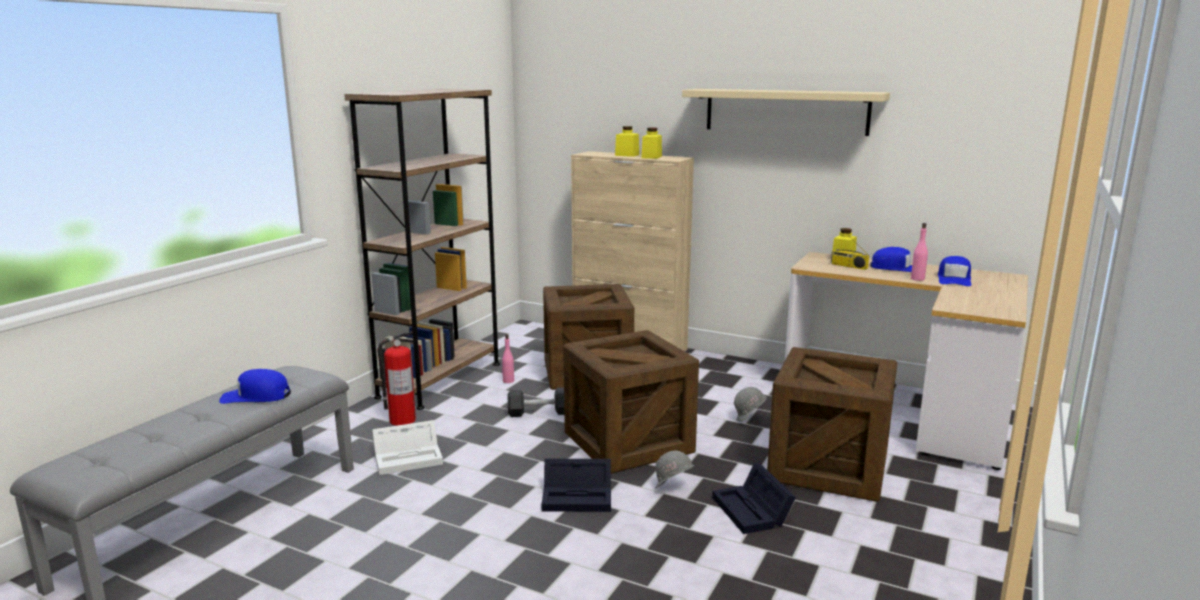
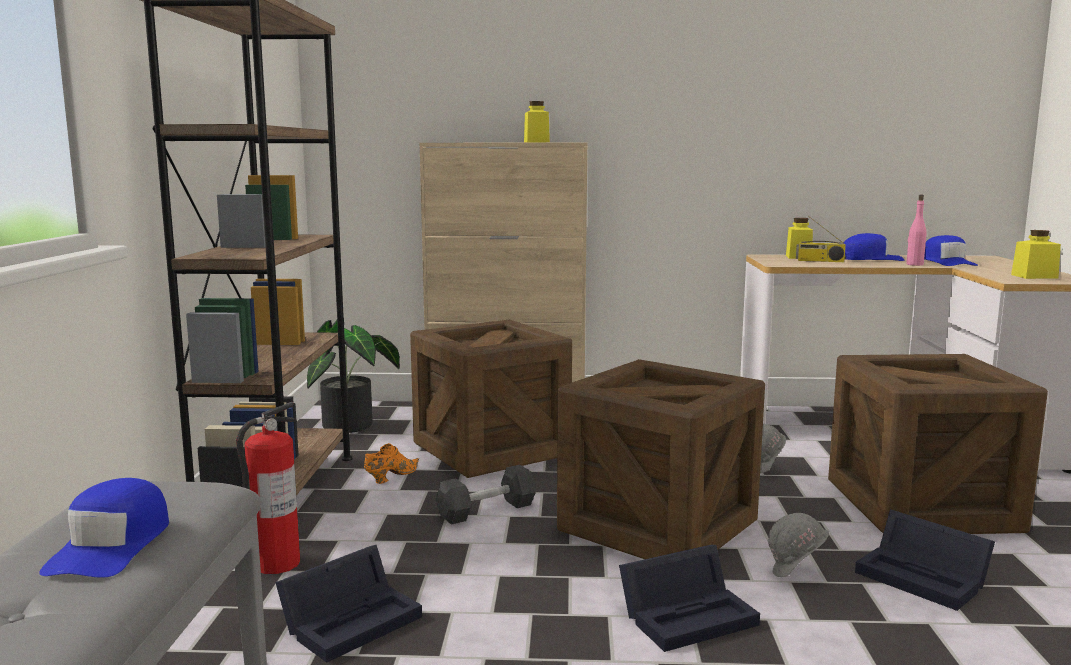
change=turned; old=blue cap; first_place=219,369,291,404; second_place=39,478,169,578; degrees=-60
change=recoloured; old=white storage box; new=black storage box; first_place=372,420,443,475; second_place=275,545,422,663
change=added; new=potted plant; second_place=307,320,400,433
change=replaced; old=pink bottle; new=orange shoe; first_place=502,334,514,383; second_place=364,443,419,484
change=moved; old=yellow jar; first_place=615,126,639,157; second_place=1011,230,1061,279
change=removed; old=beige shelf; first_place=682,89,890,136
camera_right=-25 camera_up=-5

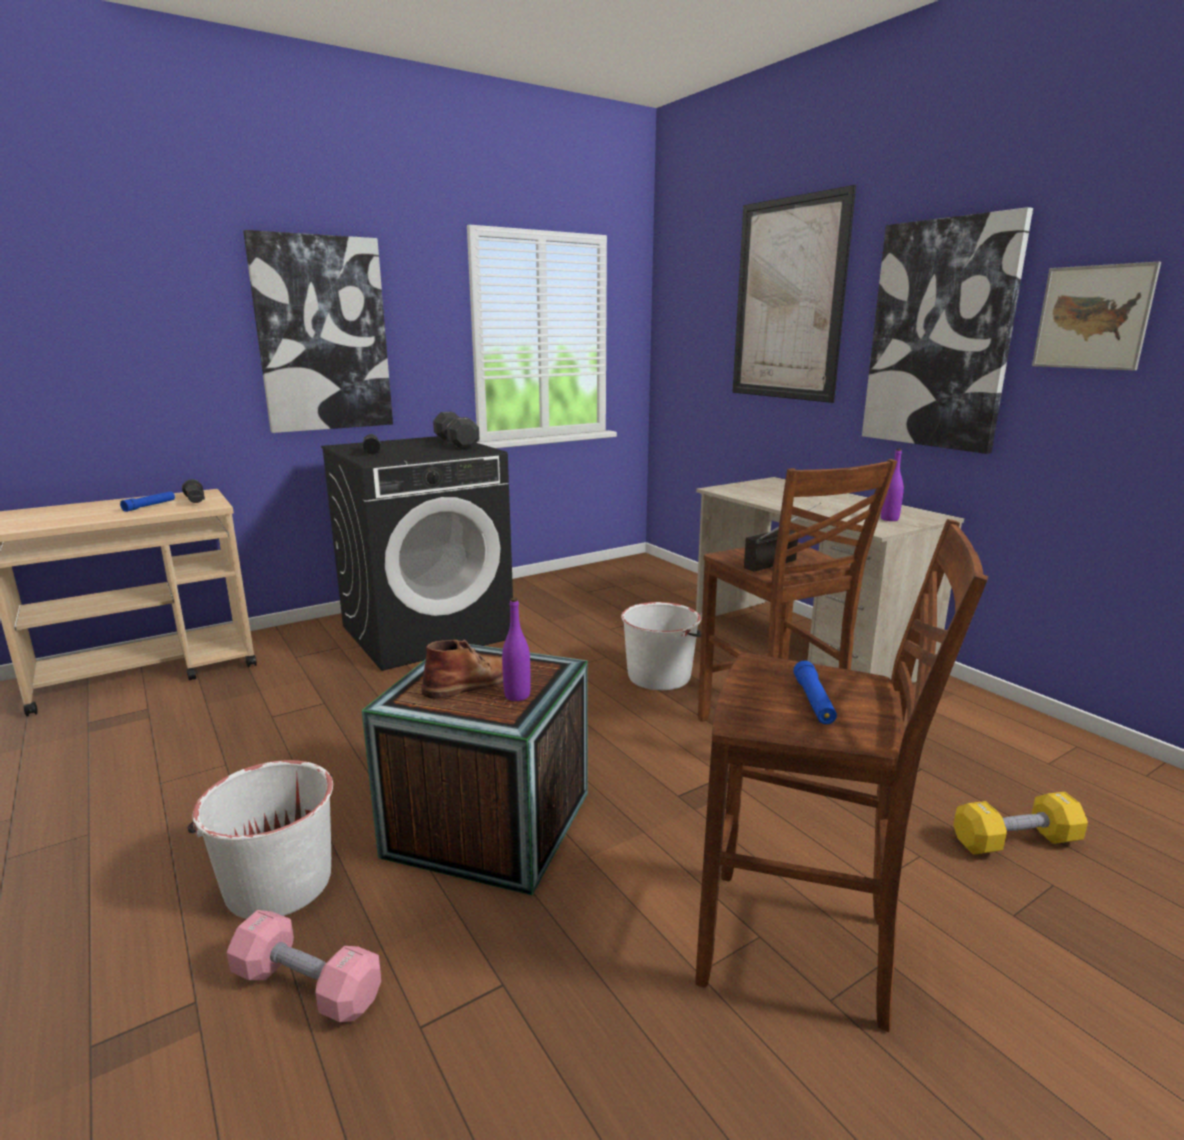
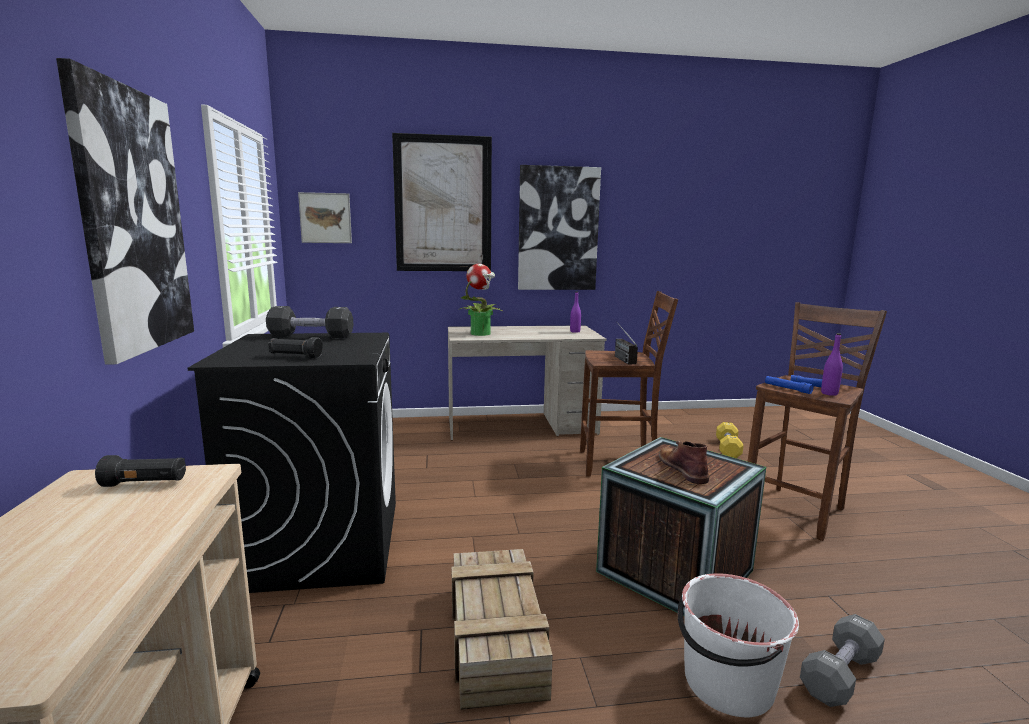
change=moved; old=picture; first_place=1032,262,1161,371; second_place=298,192,352,243
change=added; new=crate; second_place=452,549,553,710
change=added; new=potted plant; second_place=460,264,503,336
change=moved; old=blue flashlight; first_place=120,491,175,512; second_place=765,376,813,394
change=recoloured; old=pink dumbbell; new=grey dumbbell; first_place=227,910,381,1022; second_place=800,614,885,707
change=moved; old=purple bottle; first_place=502,598,531,701; second_place=821,333,843,396
change=removed; old=white bucket; first_place=621,602,701,690
camera_right=-65 camera_up=-5

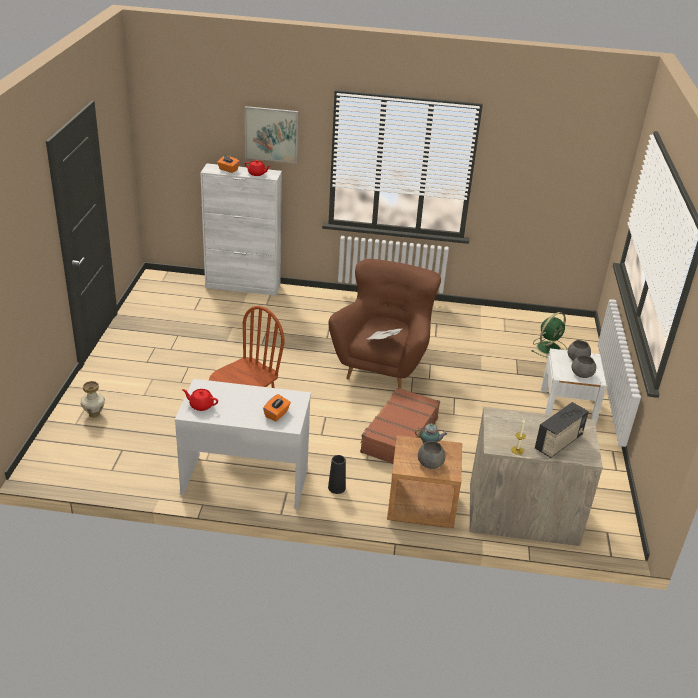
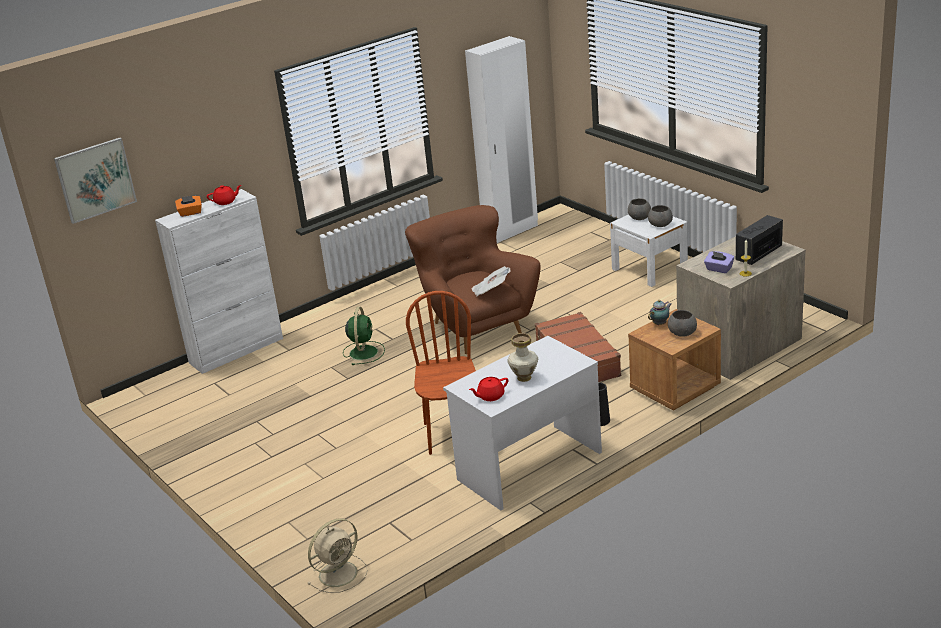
change=moved; old=picture; first_place=245,106,299,163; second_place=54,138,137,224
change=added; new=beige fan; second_place=307,518,368,593
change=moved; old=green fan; first_place=532,312,567,358; second_place=343,307,385,365
change=added; new=white wardrobe; second_place=465,36,538,243
change=moved; old=vase; first_place=81,381,105,418; second_place=507,333,538,382
change=added; new=purple tissue box; second_place=704,251,734,273
change=turned; old=radio; first_place=535,402,589,458; second_place=736,215,783,265; degrees=-135
change=removed; old=orange tissue box; first_place=263,394,291,421
camera_right=-40 camera_up=-5

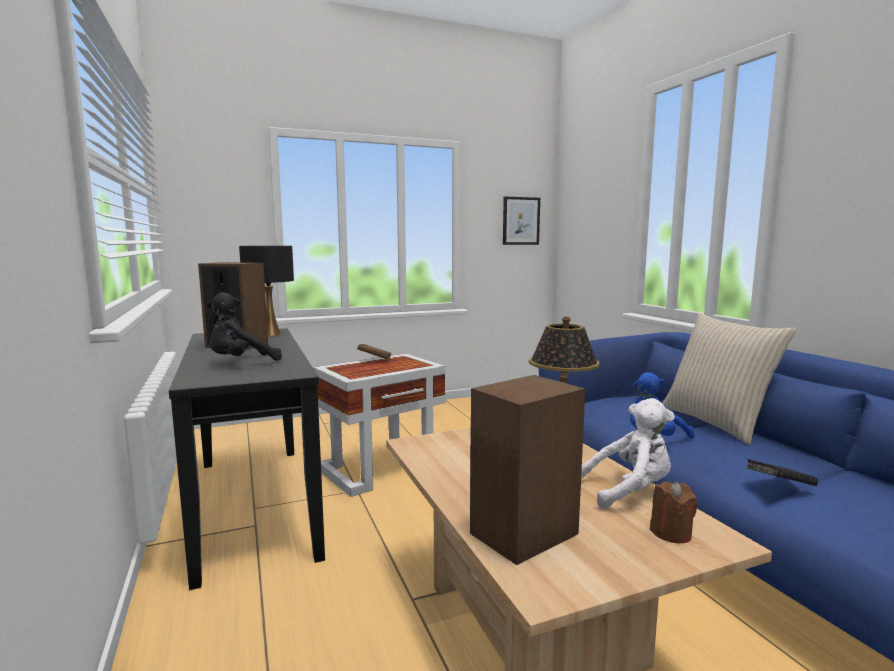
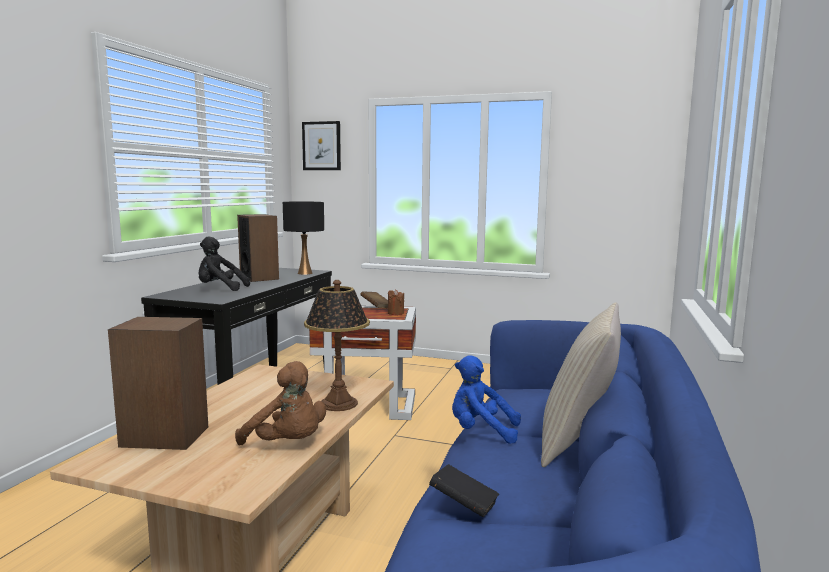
change=recoloured; old=white plush toy; new=brown plush toy; first_place=581,398,675,509; second_place=235,361,326,446
change=moved; old=picture; first_place=503,197,540,245; second_place=302,121,341,170
change=moved; old=brown candle; first_place=650,481,698,543; second_place=388,289,404,315
camera_right=40 camera_up=0

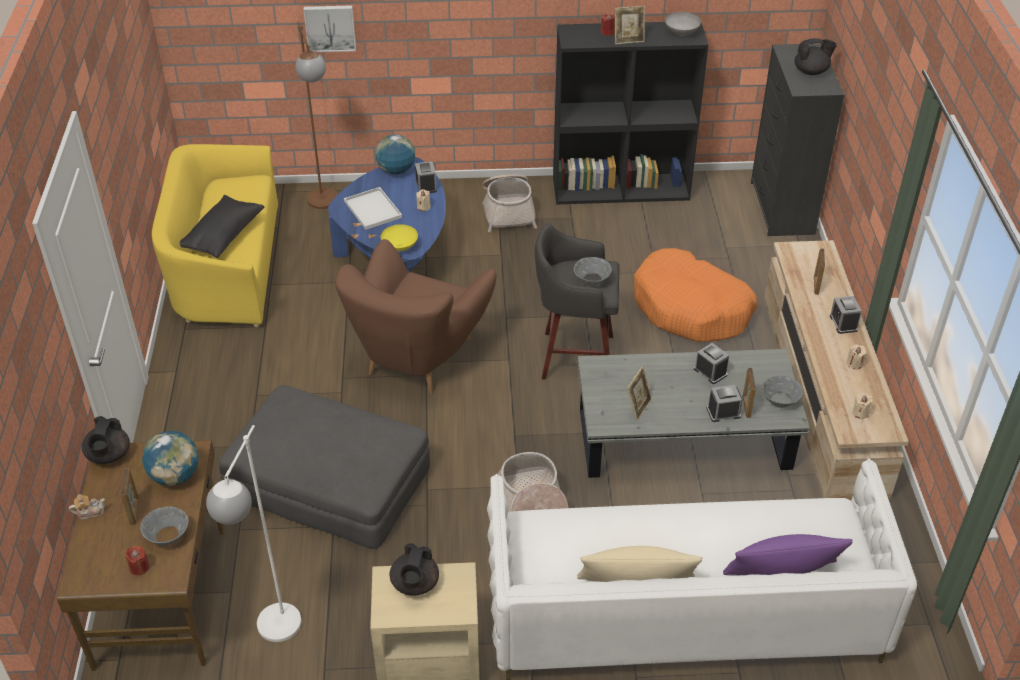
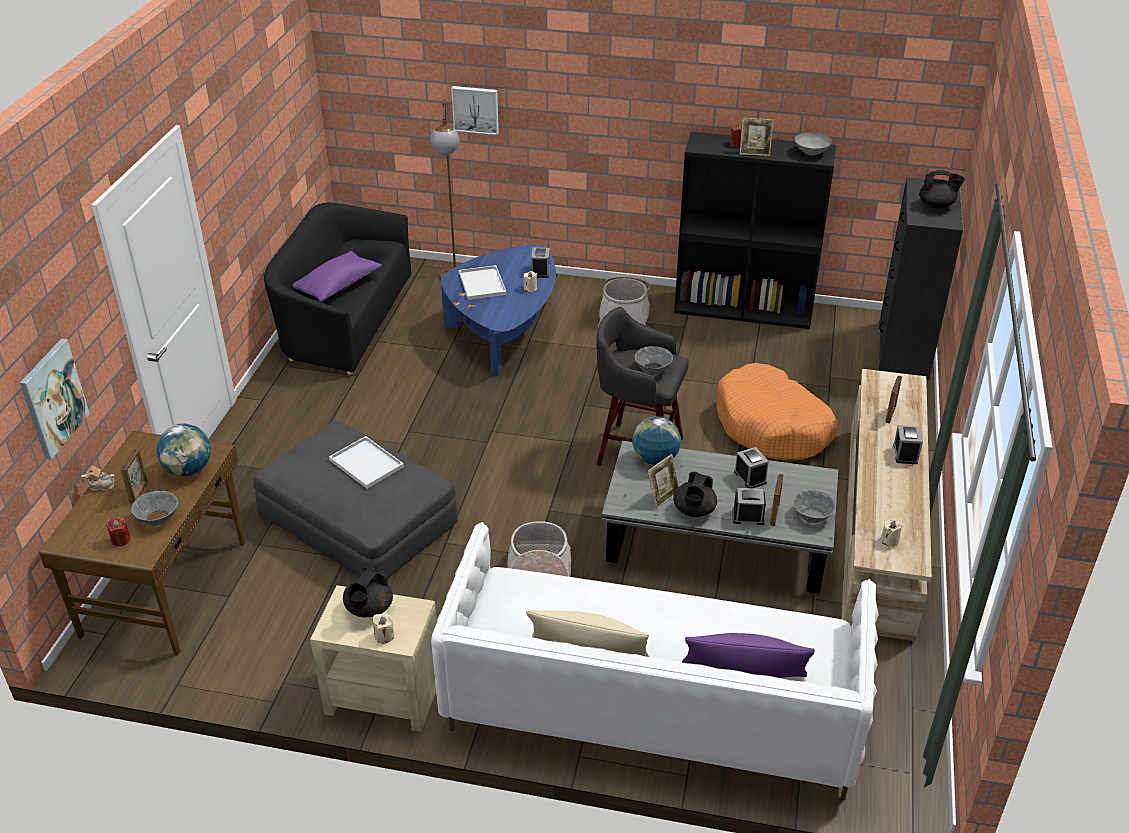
change=added; new=picture; second_place=20,339,90,460
change=recoloured; old=yellow sofa; new=black sofa; first_place=152,144,278,327; second_place=264,203,411,375
change=recoloured; old=black pillow; new=purple pillow; first_place=180,195,264,258; second_place=293,251,382,302
change=added; new=white tray; second_place=329,436,404,489
change=moved; old=beige candle; first_place=846,344,867,369; second_place=373,613,394,643
change=moved; old=globe; first_place=375,134,415,174; second_place=632,416,681,465
change=moved; old=black teapot; first_place=82,416,130,464; second_place=673,472,717,517
change=removed; old=white floor lamp; first_place=206,425,301,642
change=removed; old=brown armchair; first_place=335,239,496,394
change=removed; old=yellow bowl; first_place=381,224,418,251
camera_right=15 camera_up=-5

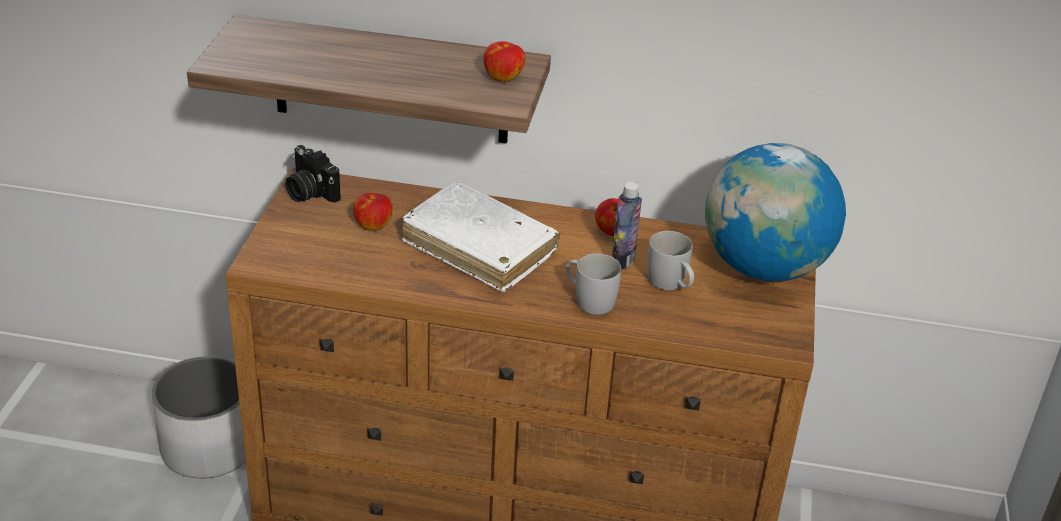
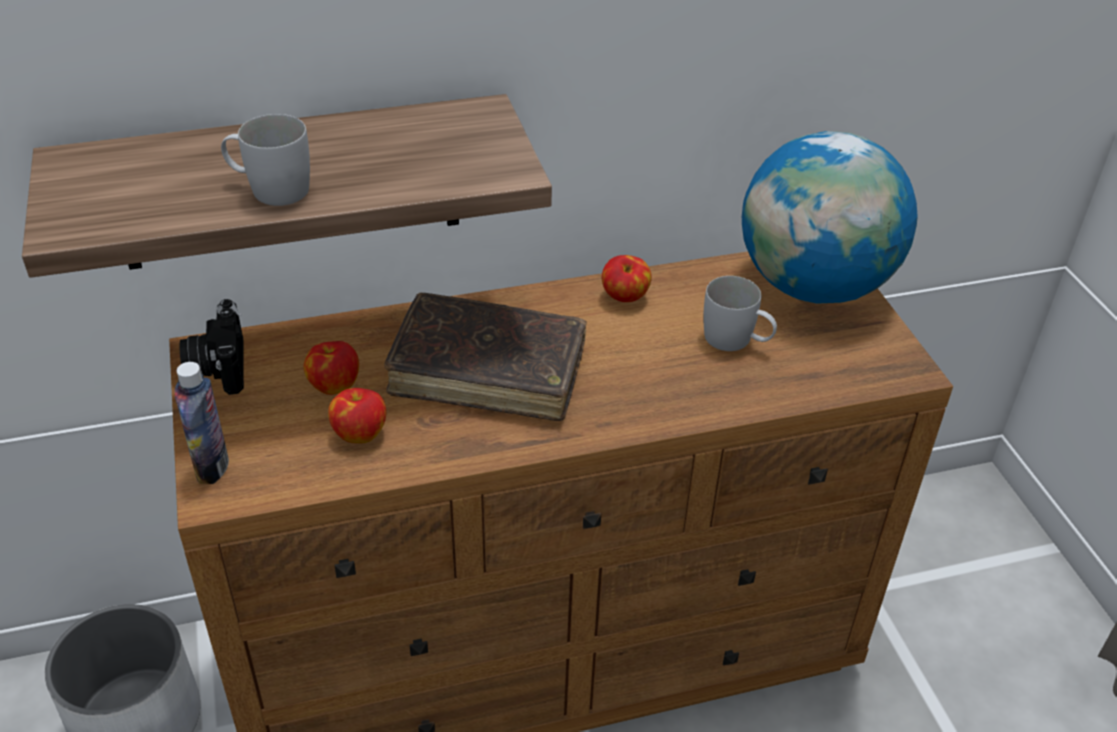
change=moved; old=bottle; first_place=612,182,642,270; second_place=175,362,229,484
change=turned; old=photo camera; first_place=285,145,341,203; second_place=180,299,244,395; degrees=60
change=moved; old=white mug; first_place=566,253,621,315; second_place=221,114,310,206
change=moved; old=apple; first_place=484,41,525,82; second_place=328,388,386,443
change=recoloured; old=white book; new=brown book; first_place=401,182,560,292; second_place=384,293,587,421
camera_right=-25 camera_up=5

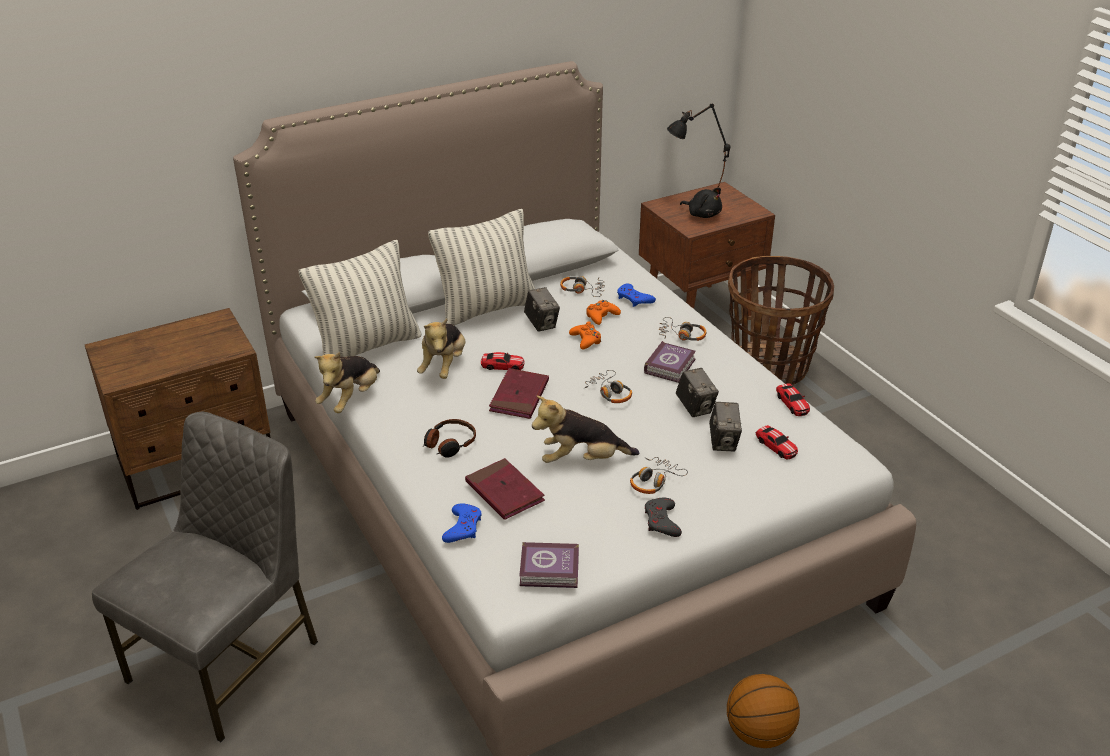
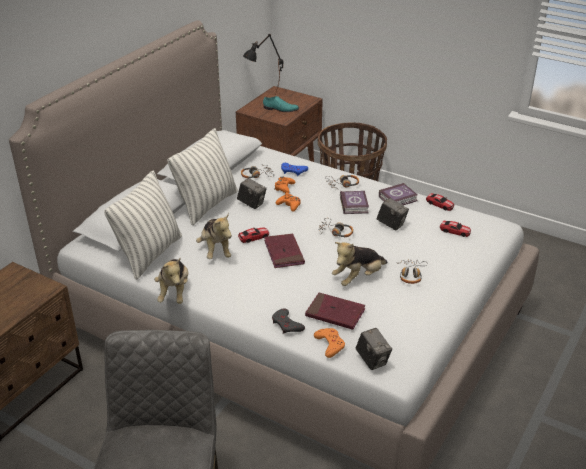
change=replaced; old=black plush toy; new=turquoise shoe; first_place=680,188,722,218; second_place=263,96,299,112
change=moved; old=grey game controller; first_place=645,498,682,537; second_place=272,308,305,334
change=recoloured; old=blue game controller; new=orange game controller; first_place=442,503,482,543; second_place=314,328,345,358
change=moved; old=photo camera; first_place=709,402,742,451; second_place=356,328,392,370
change=moved; old=book; first_place=519,542,579,588; second_place=379,183,418,205
change=removed; old=headphones; first_place=423,419,476,458
change=removed; old=basketball; first_place=727,674,800,748
camera_right=-30 camera_up=0

